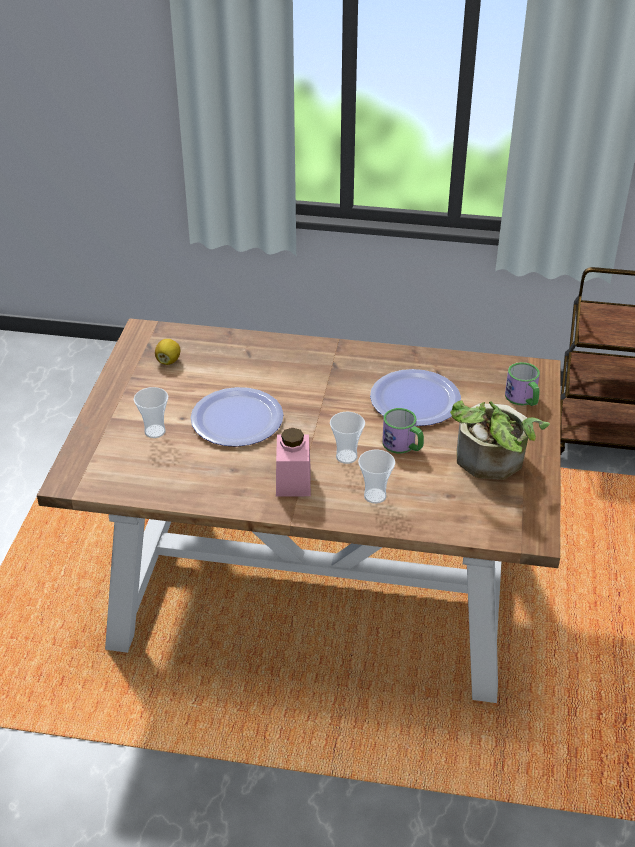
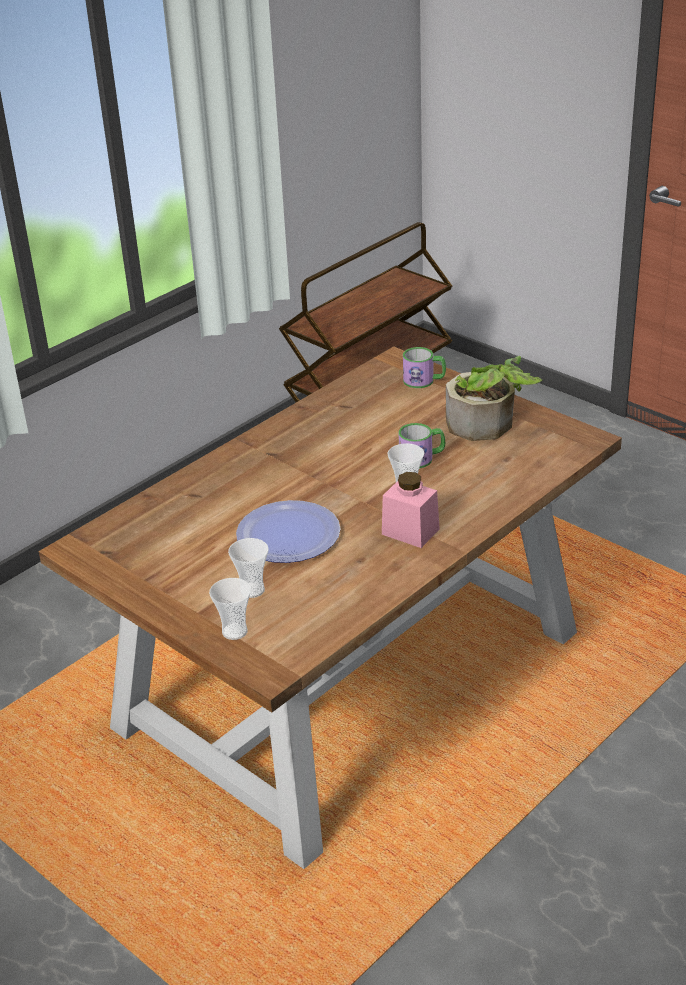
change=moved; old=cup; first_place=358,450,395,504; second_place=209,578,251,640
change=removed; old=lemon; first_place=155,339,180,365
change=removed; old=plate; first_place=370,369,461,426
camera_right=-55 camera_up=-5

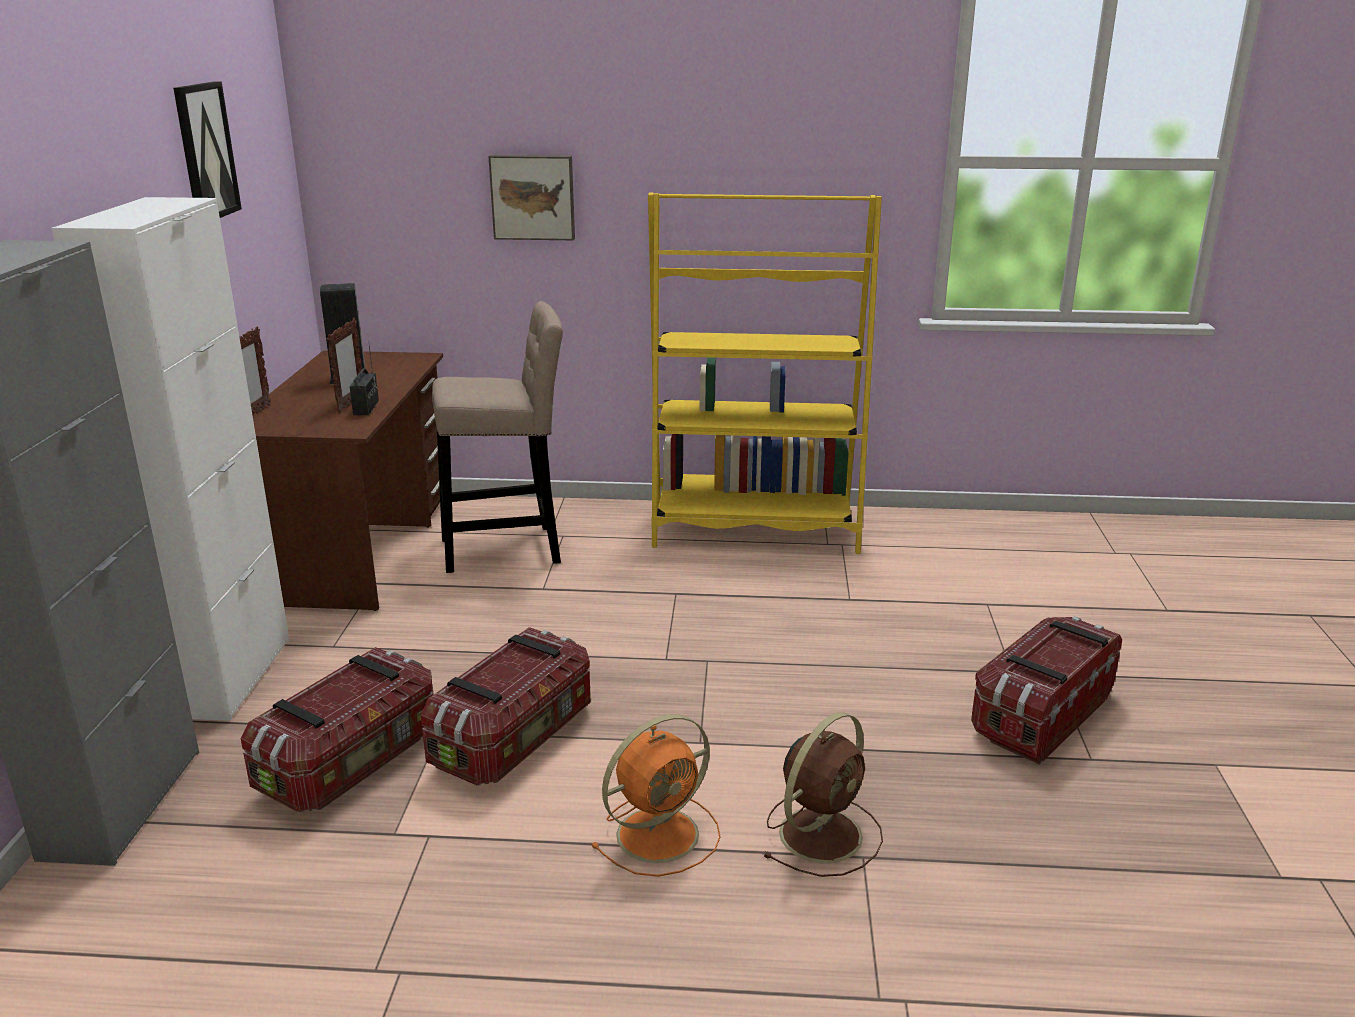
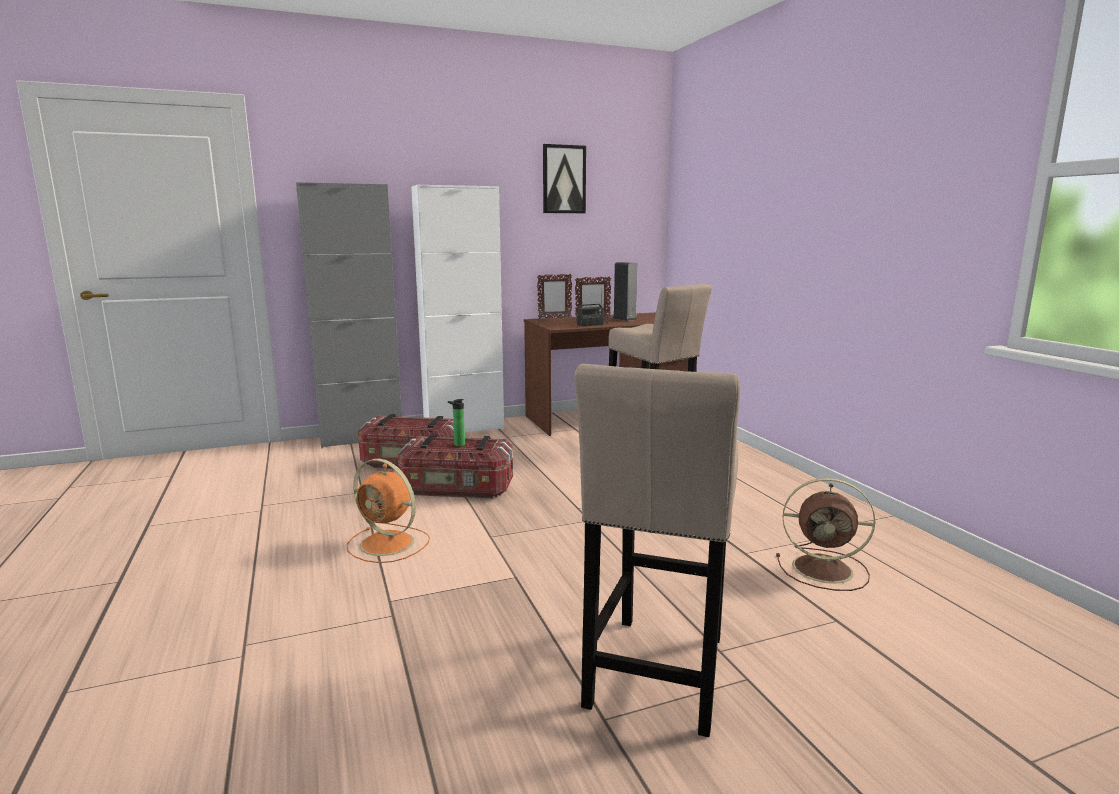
change=added; new=bottle; second_place=448,399,465,446
change=replaced; old=storage box; new=beige stool; first_place=971,616,1122,765; second_place=574,364,740,737
change=moved; old=brown fan; first_place=763,712,883,877; second_place=776,478,875,591
change=removed; old=picture; first_place=488,155,575,240
change=removed; old=yellow bookcase; first_place=648,192,882,554
camera_right=65 camera_up=-10

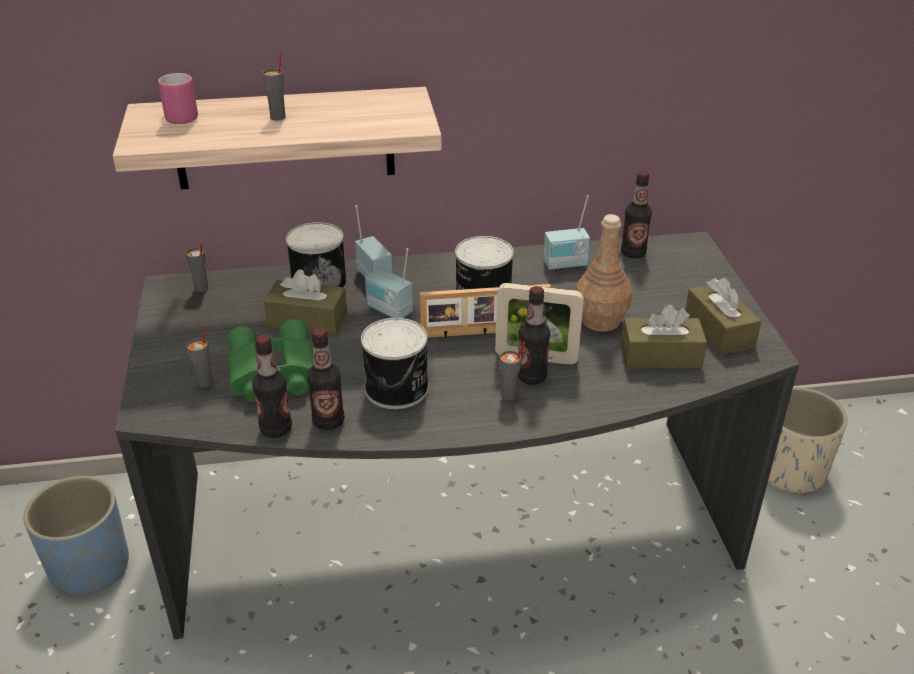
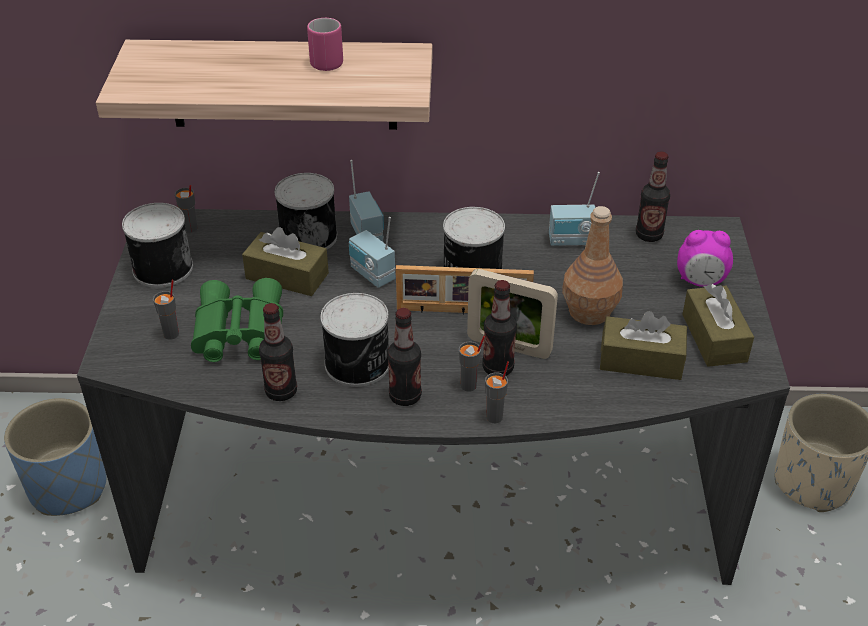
change=added; new=can; second_place=122,203,193,288
change=moved; old=pink mug; first_place=158,73,198,124; second_place=307,18,343,71
change=moved; old=bottle; first_place=252,335,292,438; second_place=387,308,422,406
change=moved; old=grey cup; first_place=262,53,285,121; second_place=485,361,509,423
change=added; new=alarm clock; second_place=677,230,733,287
camera_right=10 camera_up=5

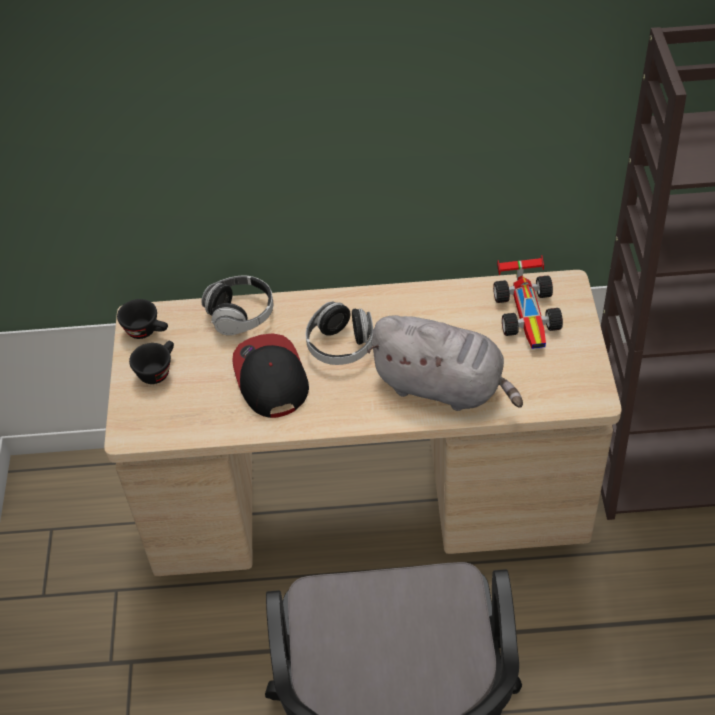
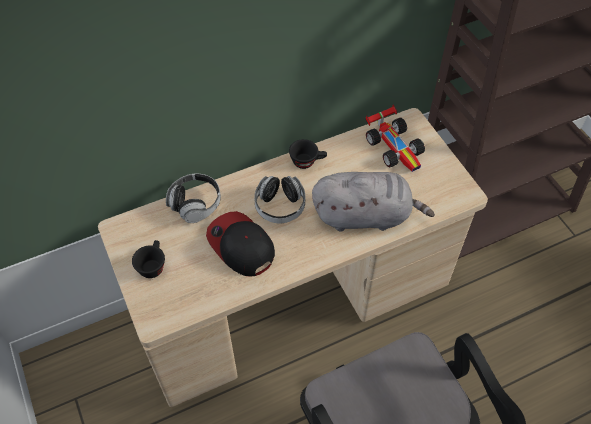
change=moved; old=black cup; first_place=117,299,168,339; second_place=289,139,327,169
camera_right=-25 camera_up=5

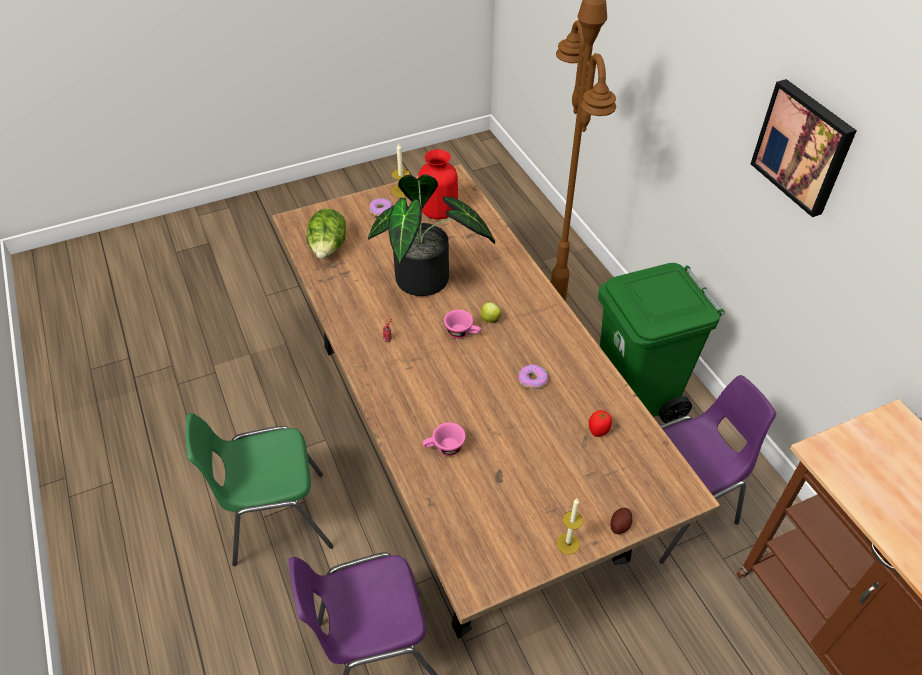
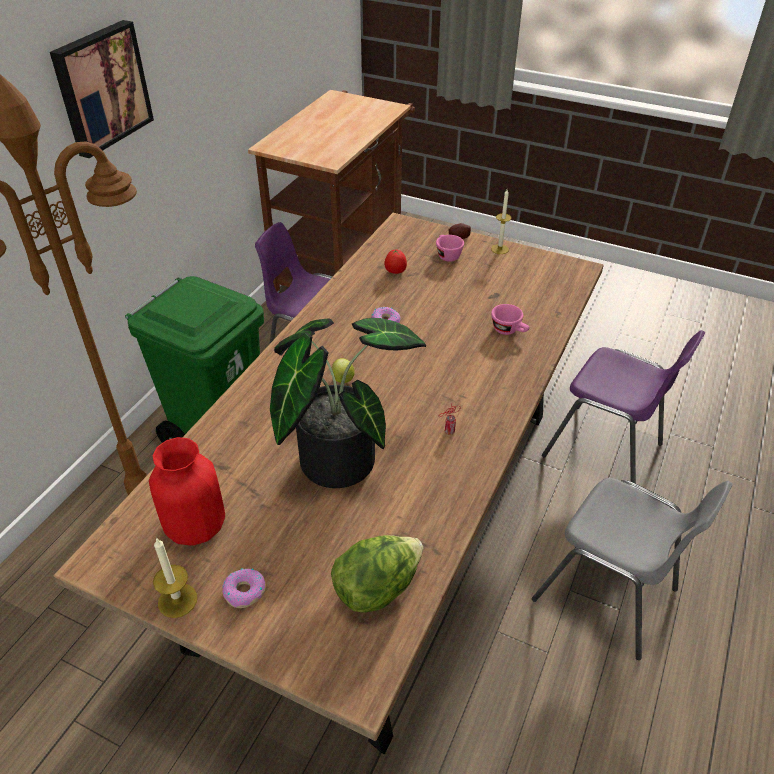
change=moved; old=pink cup; first_place=444,310,481,339; second_place=436,235,464,262
change=recoloured; old=green chair; new=grey chair; first_place=186,413,333,566; second_place=532,478,733,660
camera_right=-130 camera_up=-5

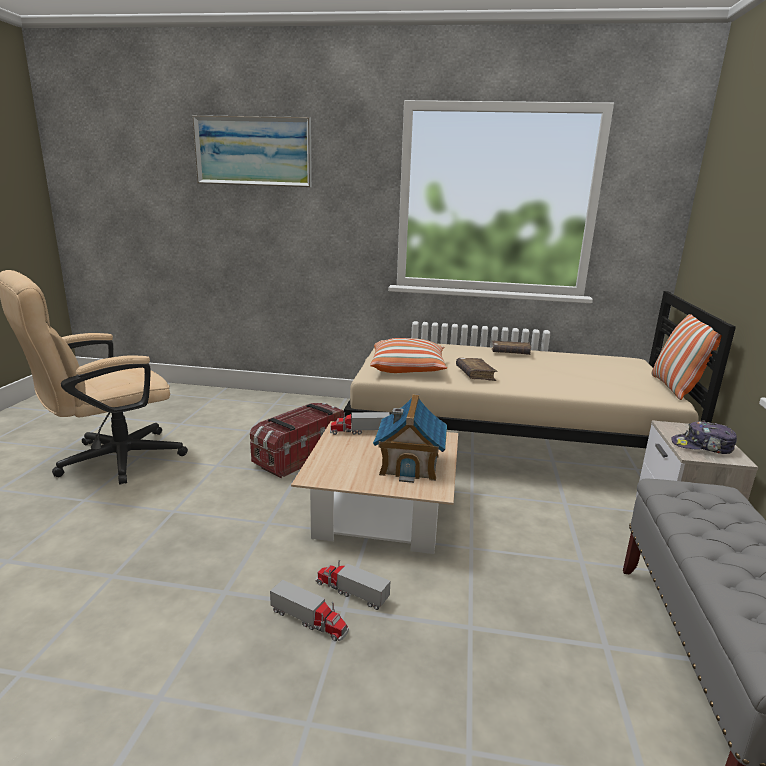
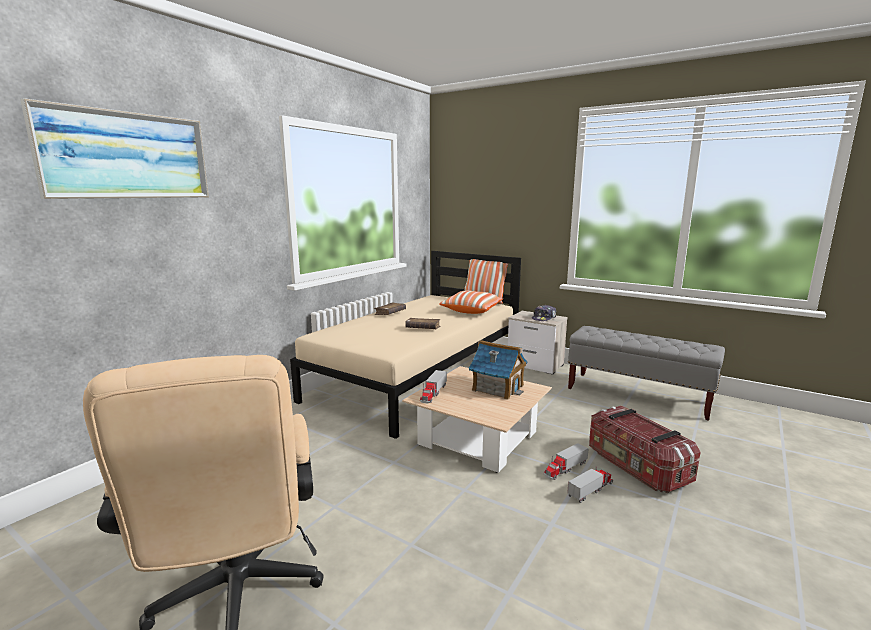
change=moved; old=pillow; first_place=370,338,447,373; second_place=439,290,503,314
change=moved; old=storage box; first_place=250,403,344,478; second_place=589,406,700,493
camera_right=-65 camera_up=-5

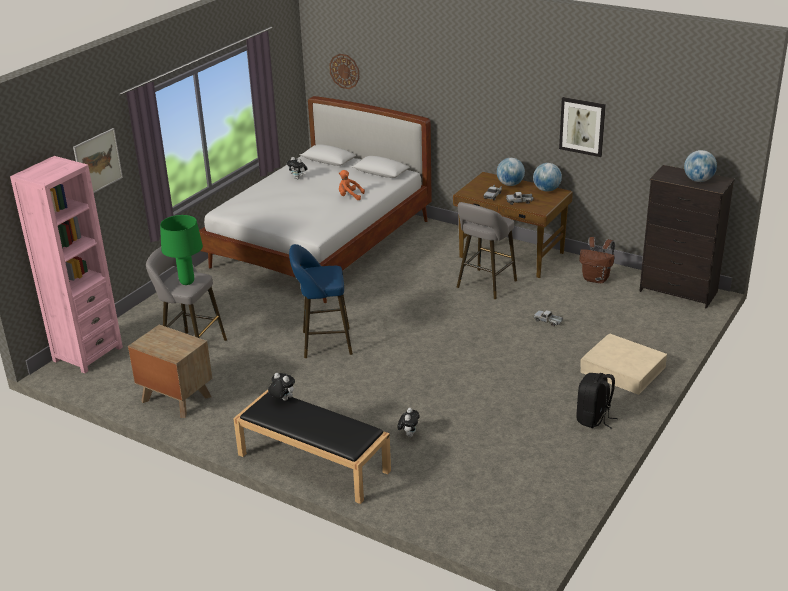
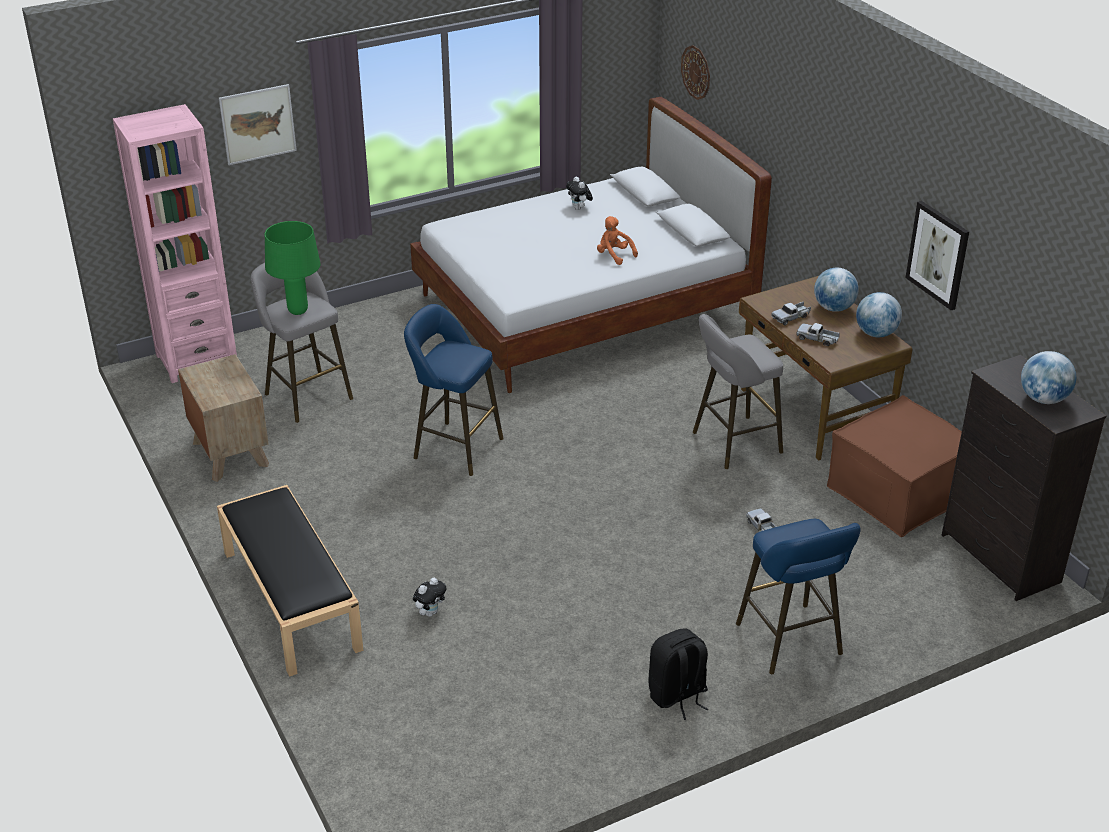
change=replaced; old=beige storage box; new=blue stool; first_place=580,334,667,395; second_place=736,519,861,674
change=replaced; old=brown backpack; new=brown ottoman; first_place=579,237,615,283; second_place=827,395,962,537
change=removed; old=plush toy; first_place=268,373,295,401
camera_right=30 camera_up=5

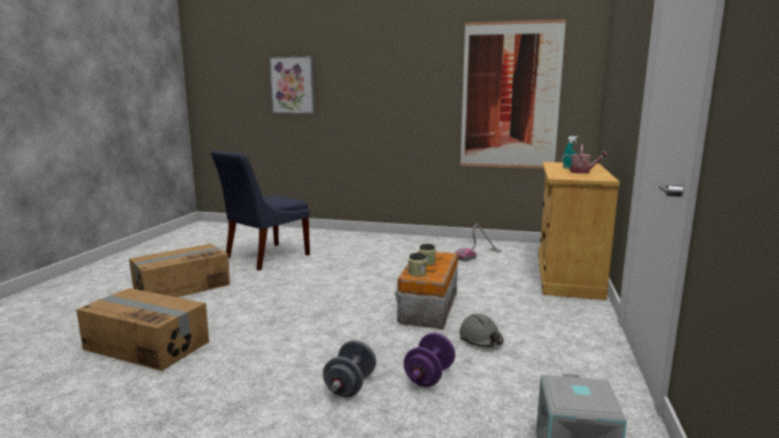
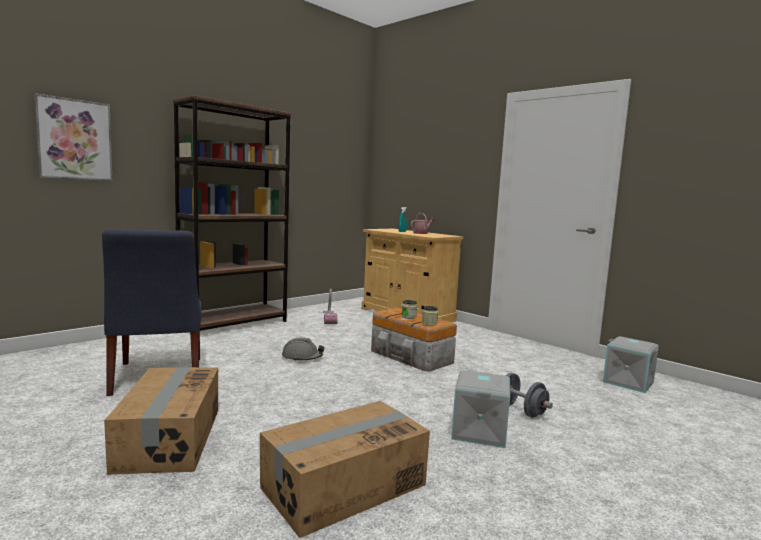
change=added; new=brown bookcase; second_place=173,95,291,331
change=moved; old=grey hard hat; first_place=459,314,503,347; second_place=282,337,325,362
change=added; new=grey storage box; second_place=451,370,510,448
change=removed; old=purple dumbbell; first_place=404,333,455,387
change=removed; old=picture; first_place=460,19,566,169
camera_right=-60 camera_up=-5

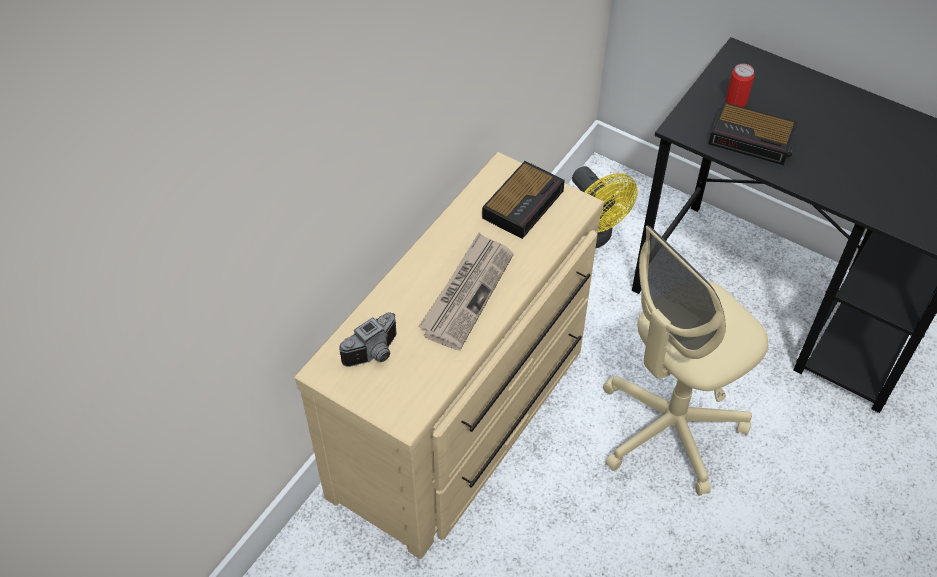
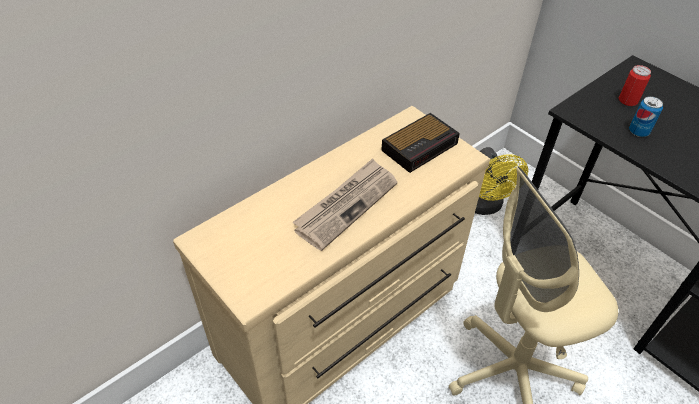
change=replaced; old=alarm clock; new=can; first_place=709,102,798,165; second_place=629,96,663,137
change=removed; old=photo camera; first_place=339,312,396,367
camera_right=15 camera_up=-5

